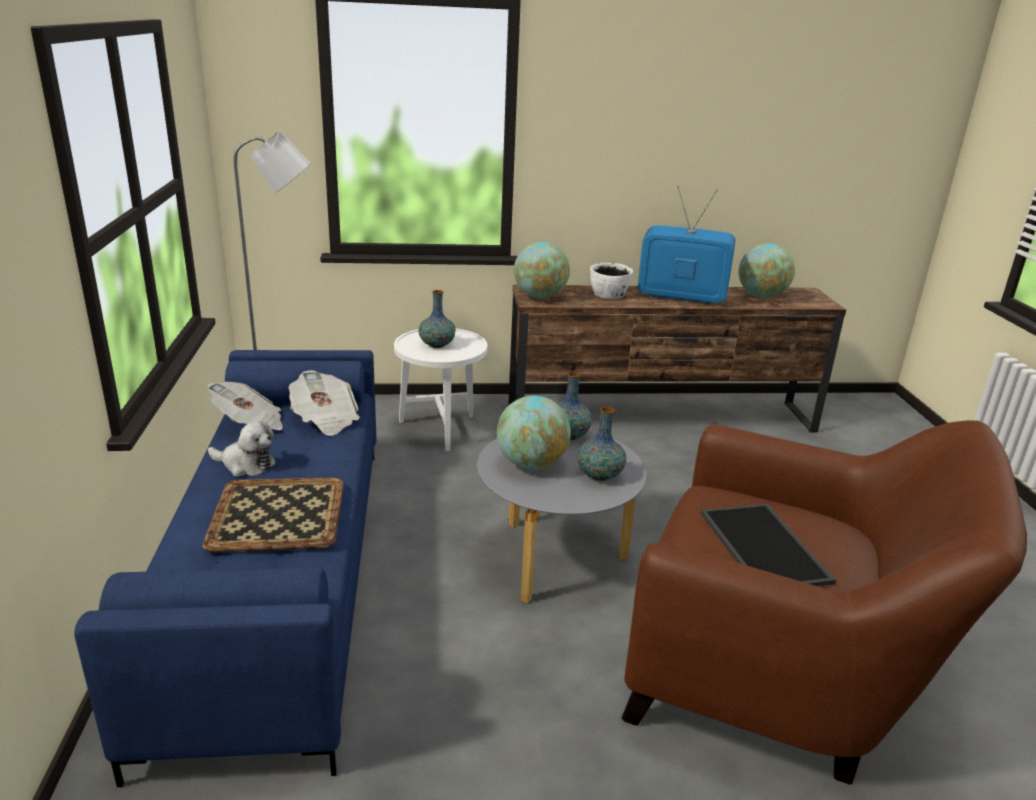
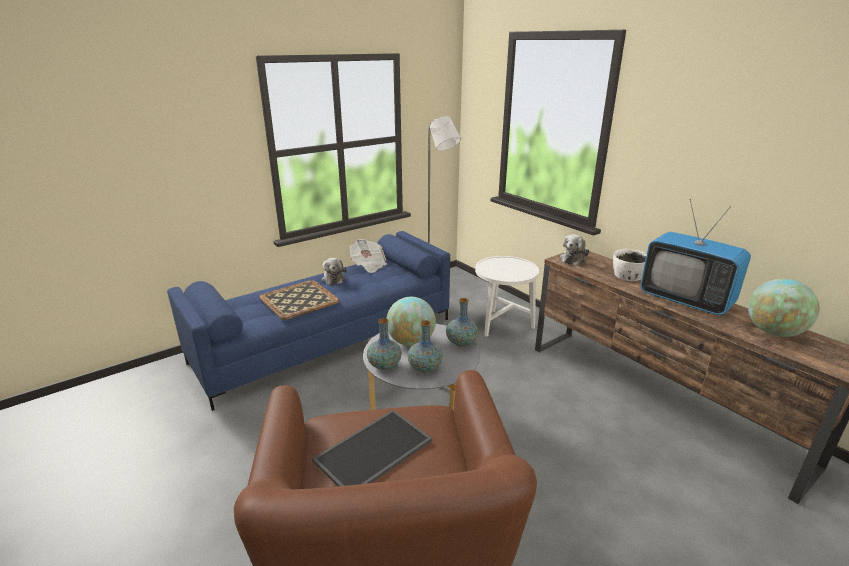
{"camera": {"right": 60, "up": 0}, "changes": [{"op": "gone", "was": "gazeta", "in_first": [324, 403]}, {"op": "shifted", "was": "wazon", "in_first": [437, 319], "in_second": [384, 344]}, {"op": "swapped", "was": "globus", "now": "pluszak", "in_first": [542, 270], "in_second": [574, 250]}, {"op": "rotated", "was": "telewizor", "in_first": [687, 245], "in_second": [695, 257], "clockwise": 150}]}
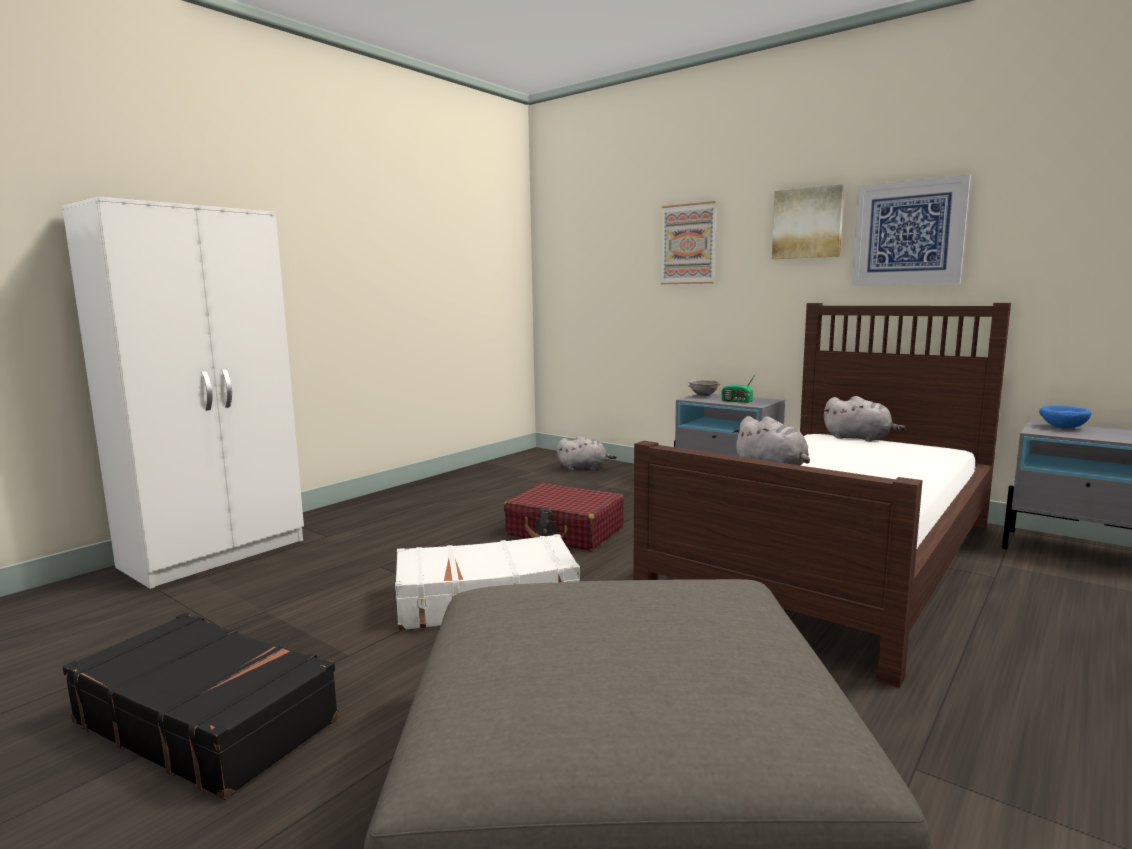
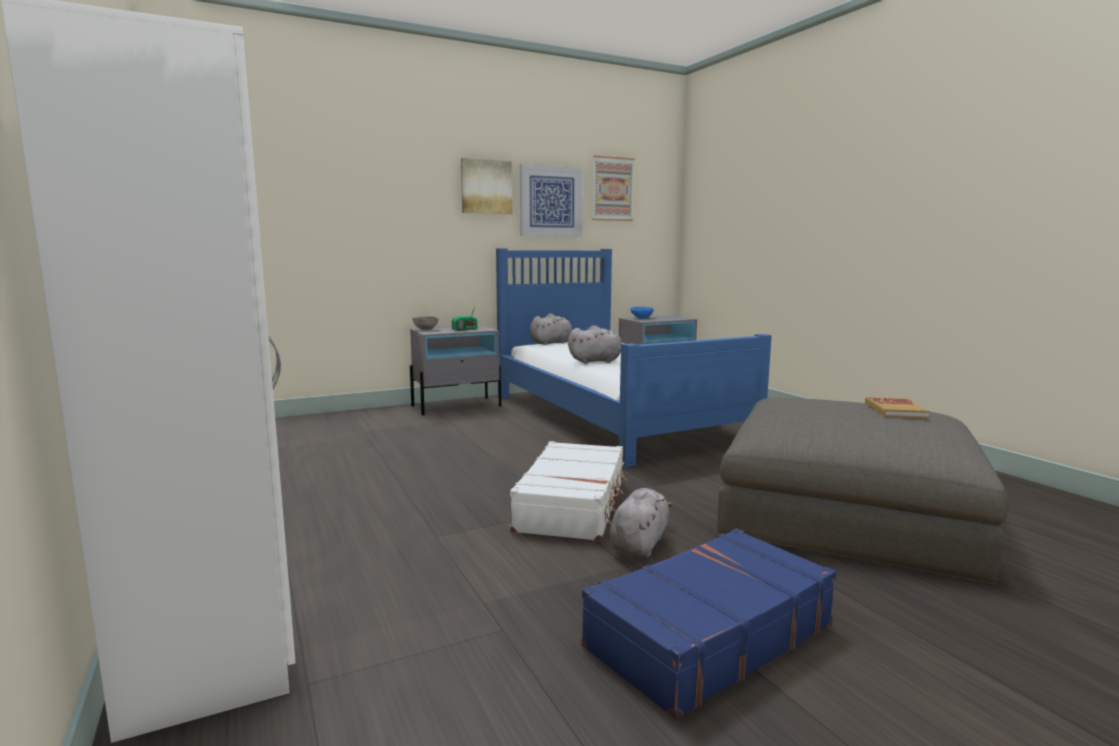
{"camera": {"right": -65, "up": 0}, "changes": [{"op": "gone", "was": "walizka [czerwony]", "in_first": [564, 517]}, {"op": "new", "now": "książka", "in_second": [897, 407]}, {"op": "shifted", "was": "pluszak [szary]", "in_first": [587, 453], "in_second": [641, 522]}, {"op": "shifted", "was": "obraz", "in_first": [689, 242], "in_second": [613, 188]}, {"op": "repainted", "was": "walizka [czarny]", "now": "walizka [niebieski]", "in_first": [201, 706], "in_second": [709, 624]}, {"op": "repainted", "was": "łóżko [brązowy]", "now": "łóżko [niebieski]", "in_first": [822, 495], "in_second": [634, 357]}]}
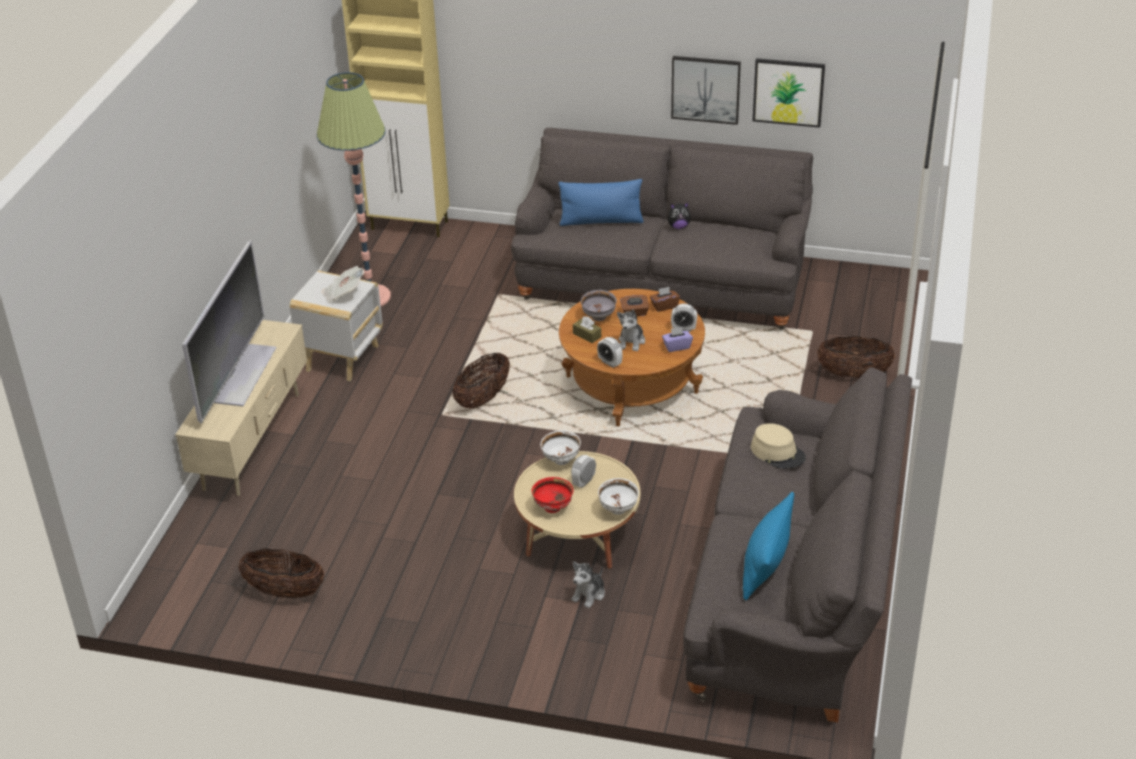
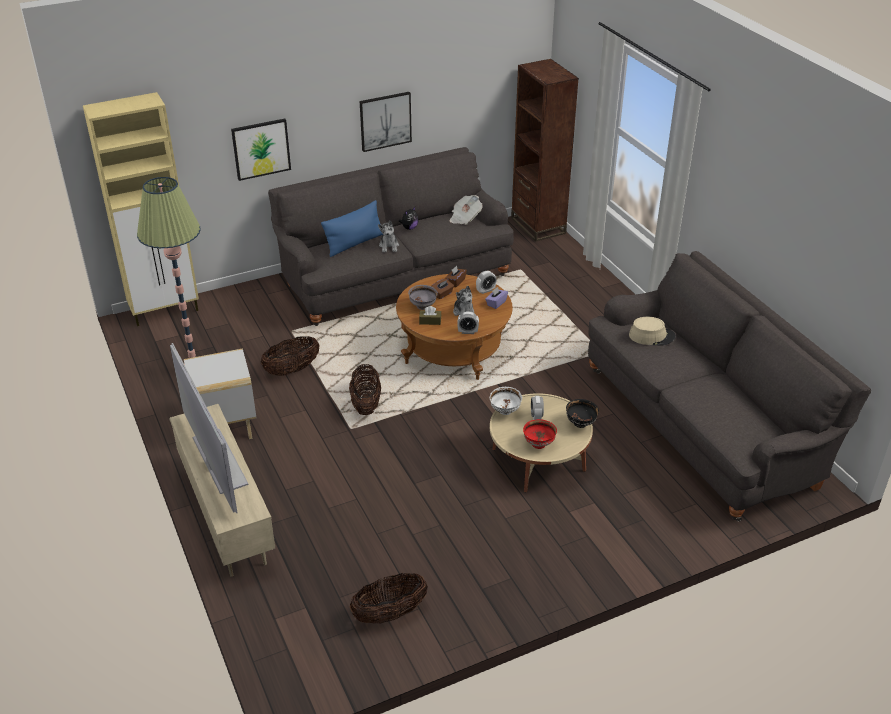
{"camera": {"right": -40, "up": 0}, "changes": [{"op": "gone", "was": "poduszka [niebieski]", "in_first": [768, 546]}, {"op": "new", "now": "regał [brązowy]", "in_second": [545, 150]}, {"op": "shifted", "was": "gazeta", "in_first": [343, 284], "in_second": [466, 210]}, {"op": "shifted", "was": "pluszak", "in_first": [588, 584], "in_second": [388, 236]}, {"op": "shifted", "was": "obraz", "in_first": [789, 93], "in_second": [261, 150]}, {"op": "shifted", "was": "koszyk", "in_first": [856, 357], "in_second": [290, 356]}, {"op": "repainted", "was": "miska [biały]", "now": "miska [czarny]", "in_first": [618, 496], "in_second": [582, 413]}]}
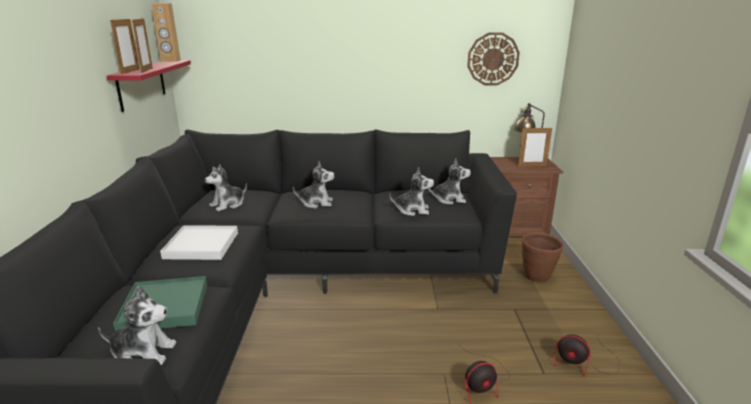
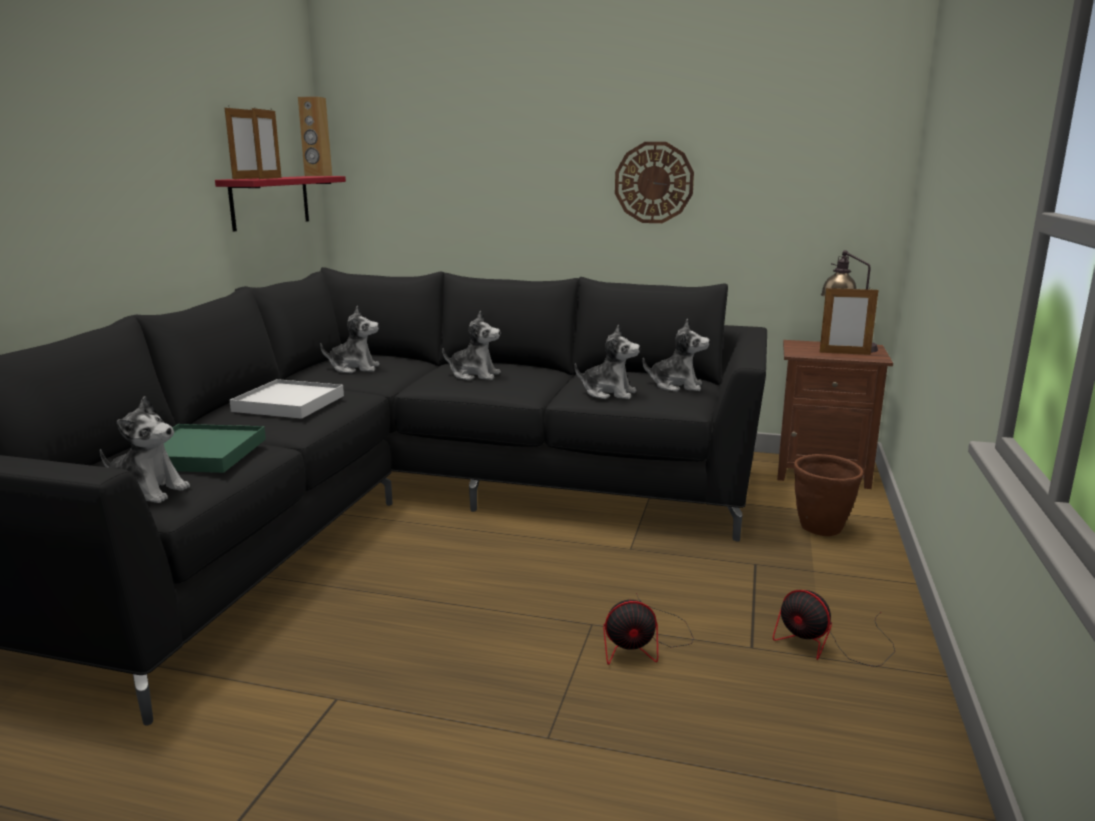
{"camera": {"right": 15, "up": -5}, "changes": [{"op": "shifted", "was": "zegar ścienny", "in_first": [493, 58], "in_second": [654, 182]}, {"op": "rotated", "was": "pluszak", "in_first": [225, 187], "in_second": [350, 339], "clockwise": -150}]}
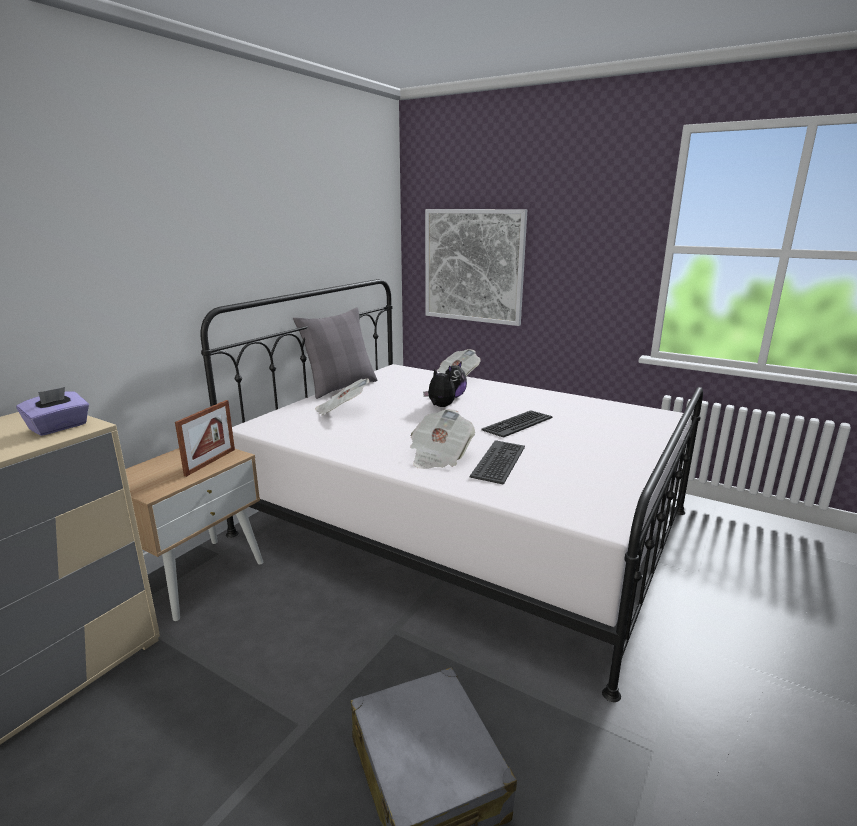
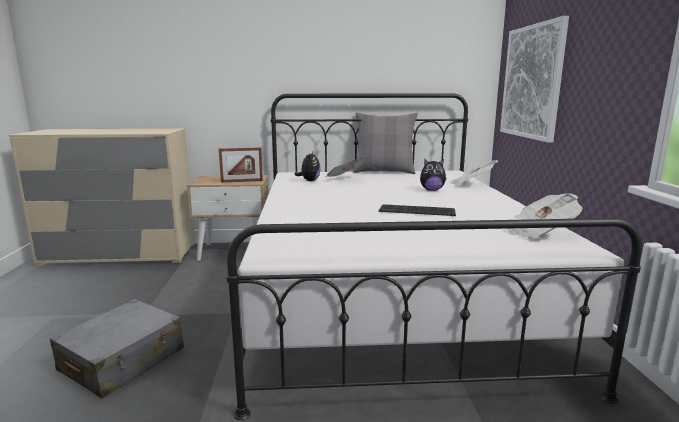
{"camera": {"right": 55, "up": -5}, "changes": [{"op": "gone", "was": "pudełko chusteczek [fioletowy]", "in_first": [52, 411]}, {"op": "gone", "was": "klawiatura", "in_first": [497, 462]}, {"op": "shifted", "was": "gazeta", "in_first": [442, 439], "in_second": [543, 215]}, {"op": "shifted", "was": "pluszak", "in_first": [439, 387], "in_second": [307, 166]}]}
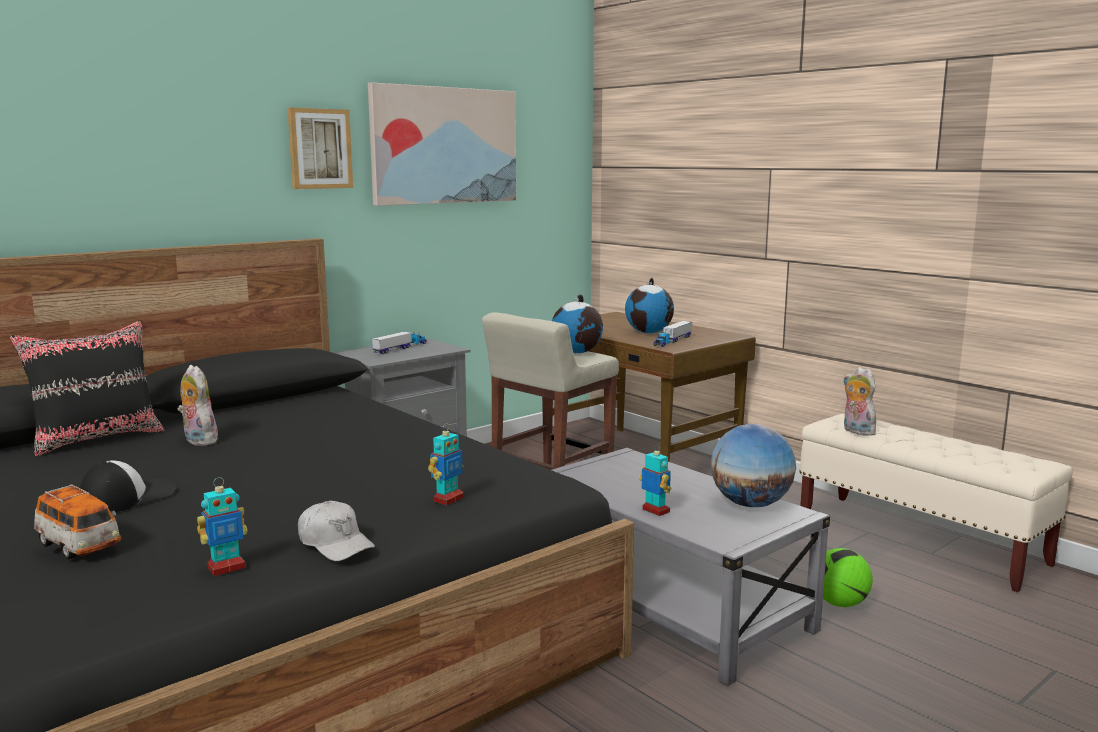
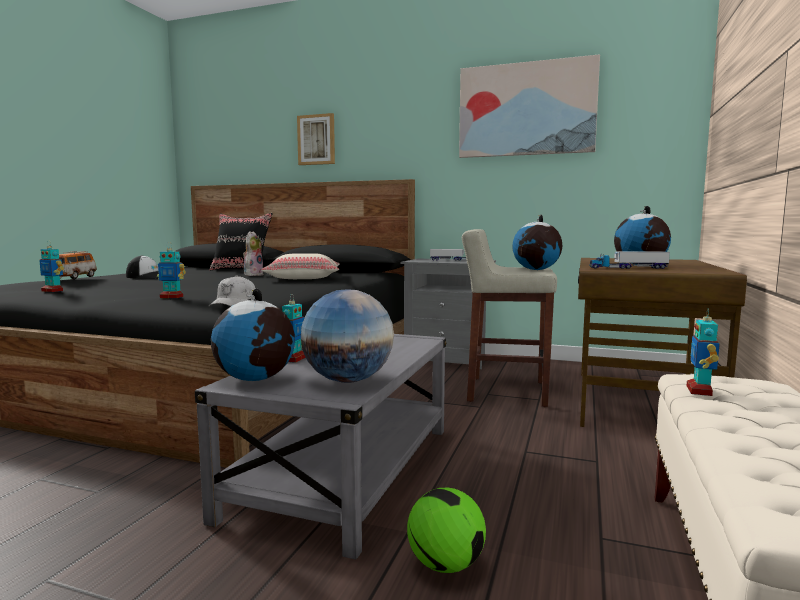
{"camera": {"right": 60, "up": -5}, "changes": [{"op": "new", "now": "globus", "in_second": [253, 335]}, {"op": "new", "now": "poduszka [beżowy]", "in_second": [300, 266]}, {"op": "shifted", "was": "obraz", "in_first": [320, 148], "in_second": [316, 139]}, {"op": "shifted", "was": "czapka z daszkiem [biały]", "in_first": [336, 531], "in_second": [232, 290]}, {"op": "swapped", "was": "pluszak", "now": "robot zabawkowy", "in_first": [859, 401], "in_second": [703, 352]}]}
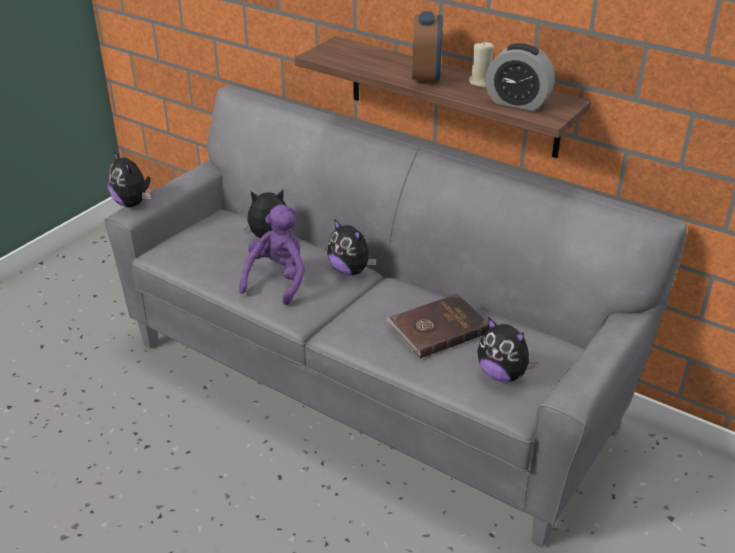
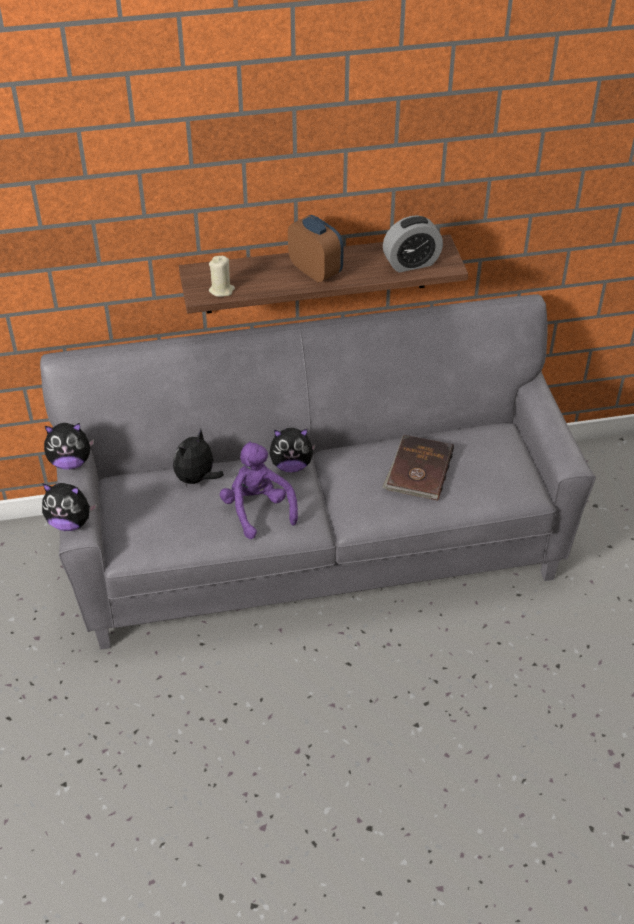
{"camera": {"right": -45, "up": 10}, "changes": [{"op": "shifted", "was": "świeca [beżowy]", "in_first": [481, 64], "in_second": [222, 276]}, {"op": "shifted", "was": "pluszak", "in_first": [507, 349], "in_second": [69, 446]}]}
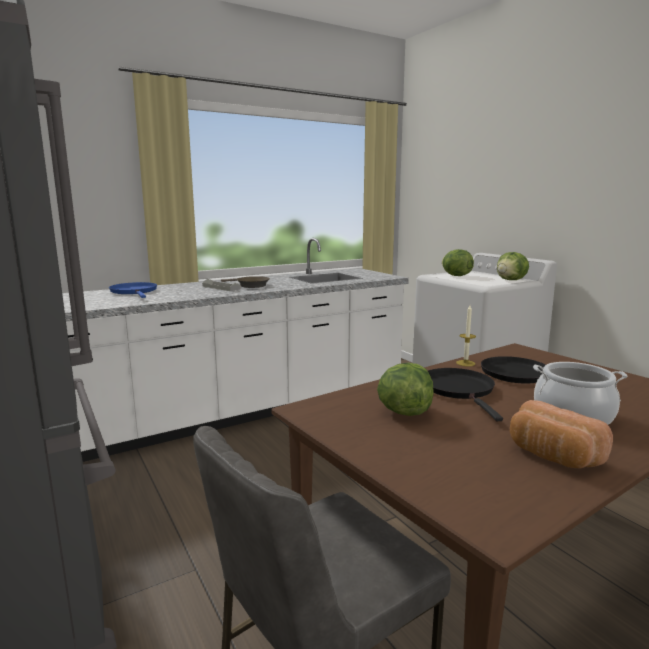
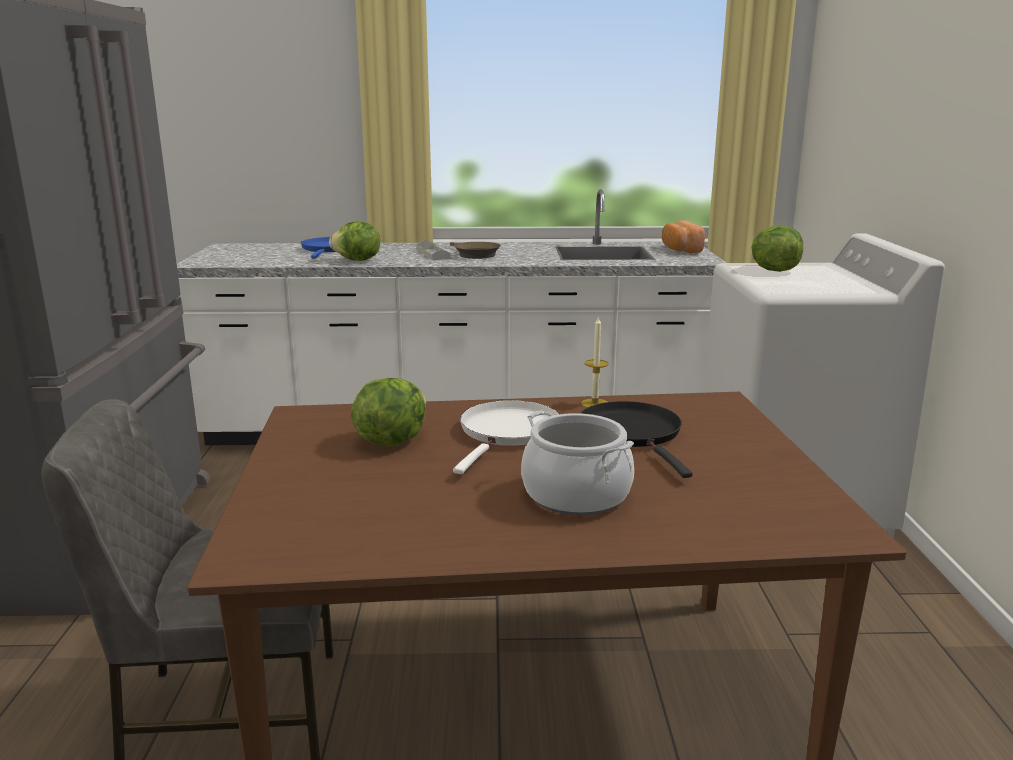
{"camera": {"right": 30, "up": 5}, "changes": [{"op": "shifted", "was": "sałata", "in_first": [513, 266], "in_second": [354, 241]}, {"op": "shifted", "was": "chleb", "in_first": [561, 434], "in_second": [683, 236]}, {"op": "repainted", "was": "patelnia [czarny]", "now": "patelnia [biały]", "in_first": [465, 394], "in_second": [506, 437]}]}
